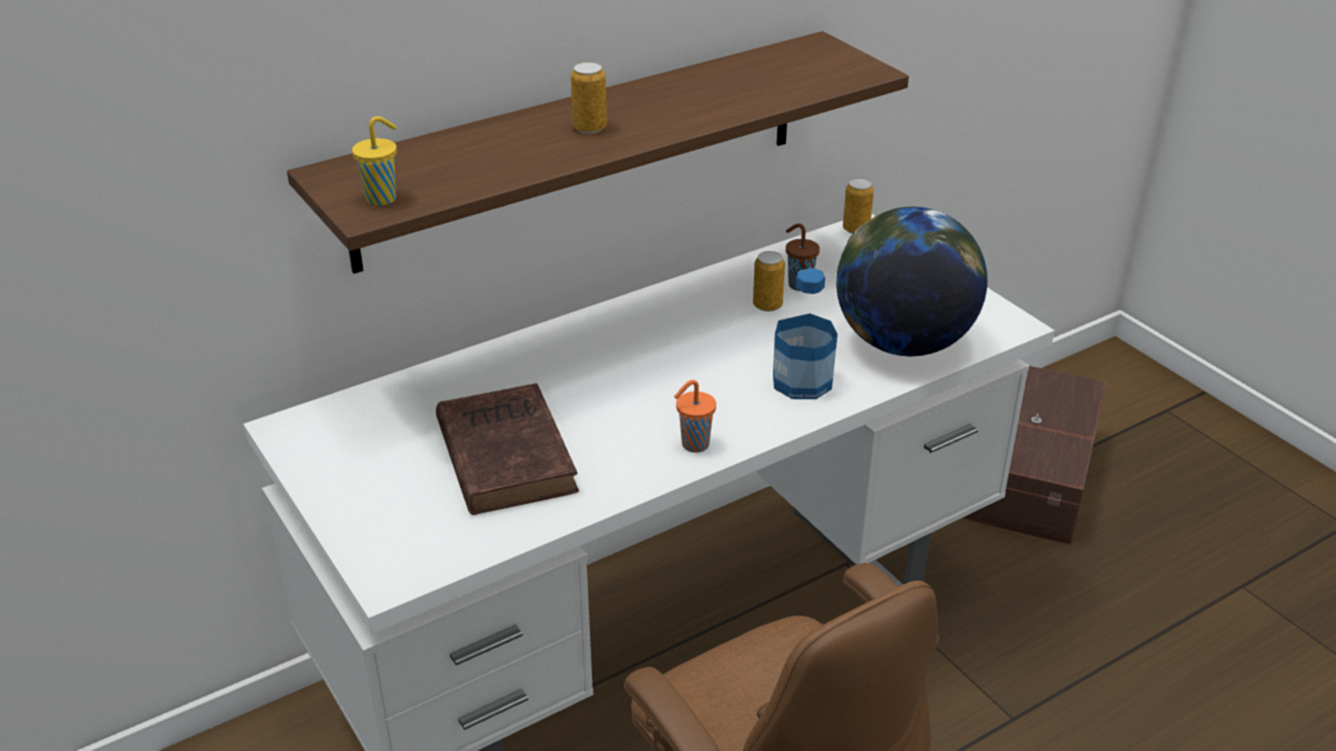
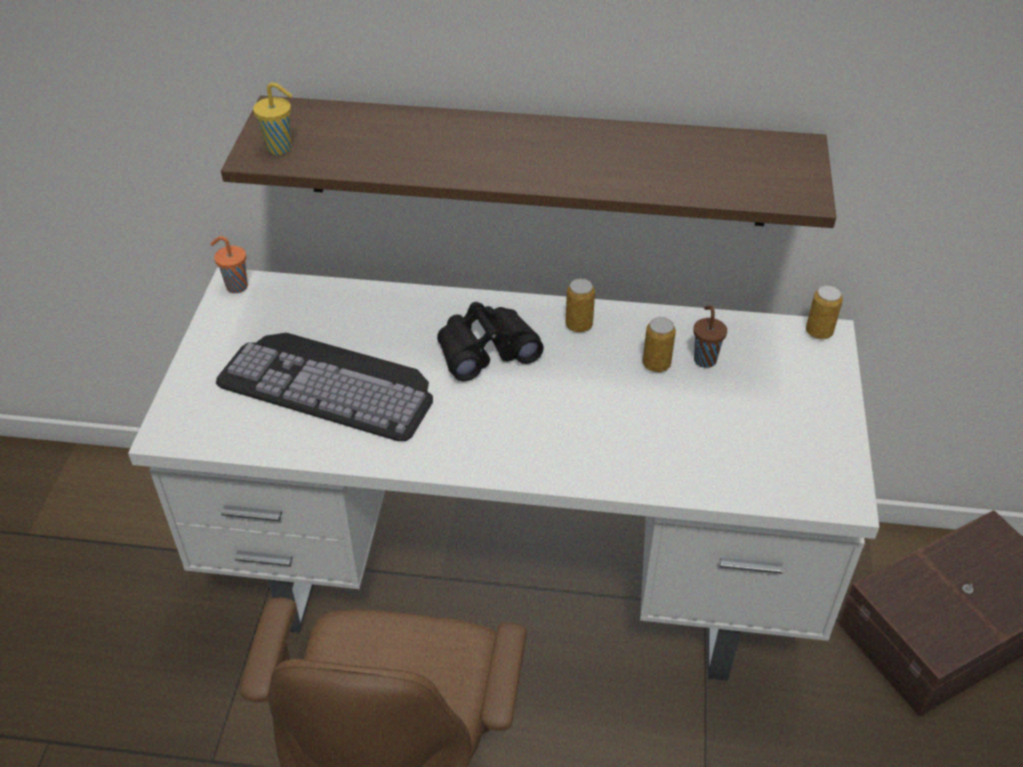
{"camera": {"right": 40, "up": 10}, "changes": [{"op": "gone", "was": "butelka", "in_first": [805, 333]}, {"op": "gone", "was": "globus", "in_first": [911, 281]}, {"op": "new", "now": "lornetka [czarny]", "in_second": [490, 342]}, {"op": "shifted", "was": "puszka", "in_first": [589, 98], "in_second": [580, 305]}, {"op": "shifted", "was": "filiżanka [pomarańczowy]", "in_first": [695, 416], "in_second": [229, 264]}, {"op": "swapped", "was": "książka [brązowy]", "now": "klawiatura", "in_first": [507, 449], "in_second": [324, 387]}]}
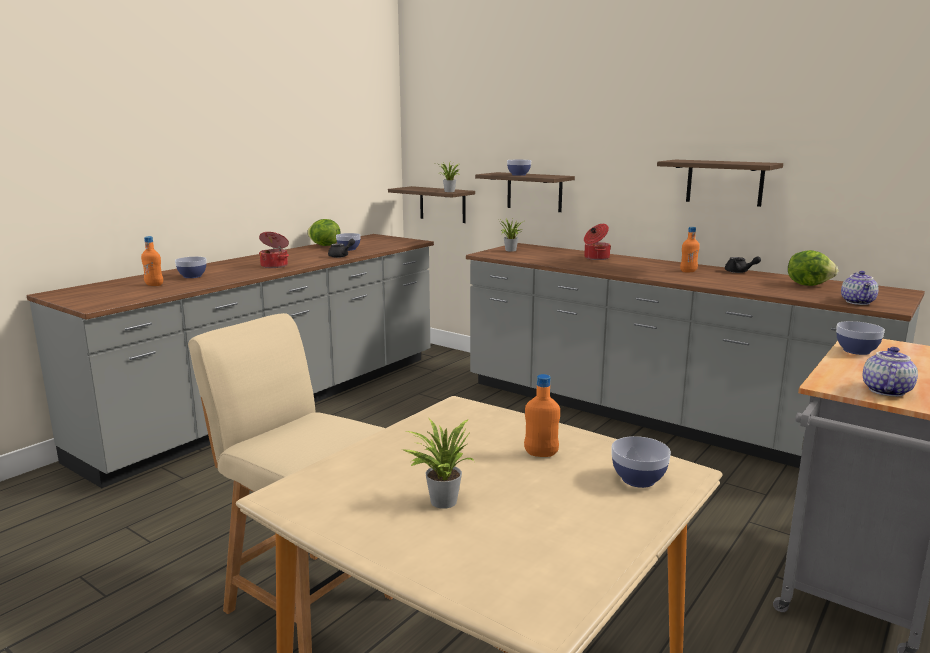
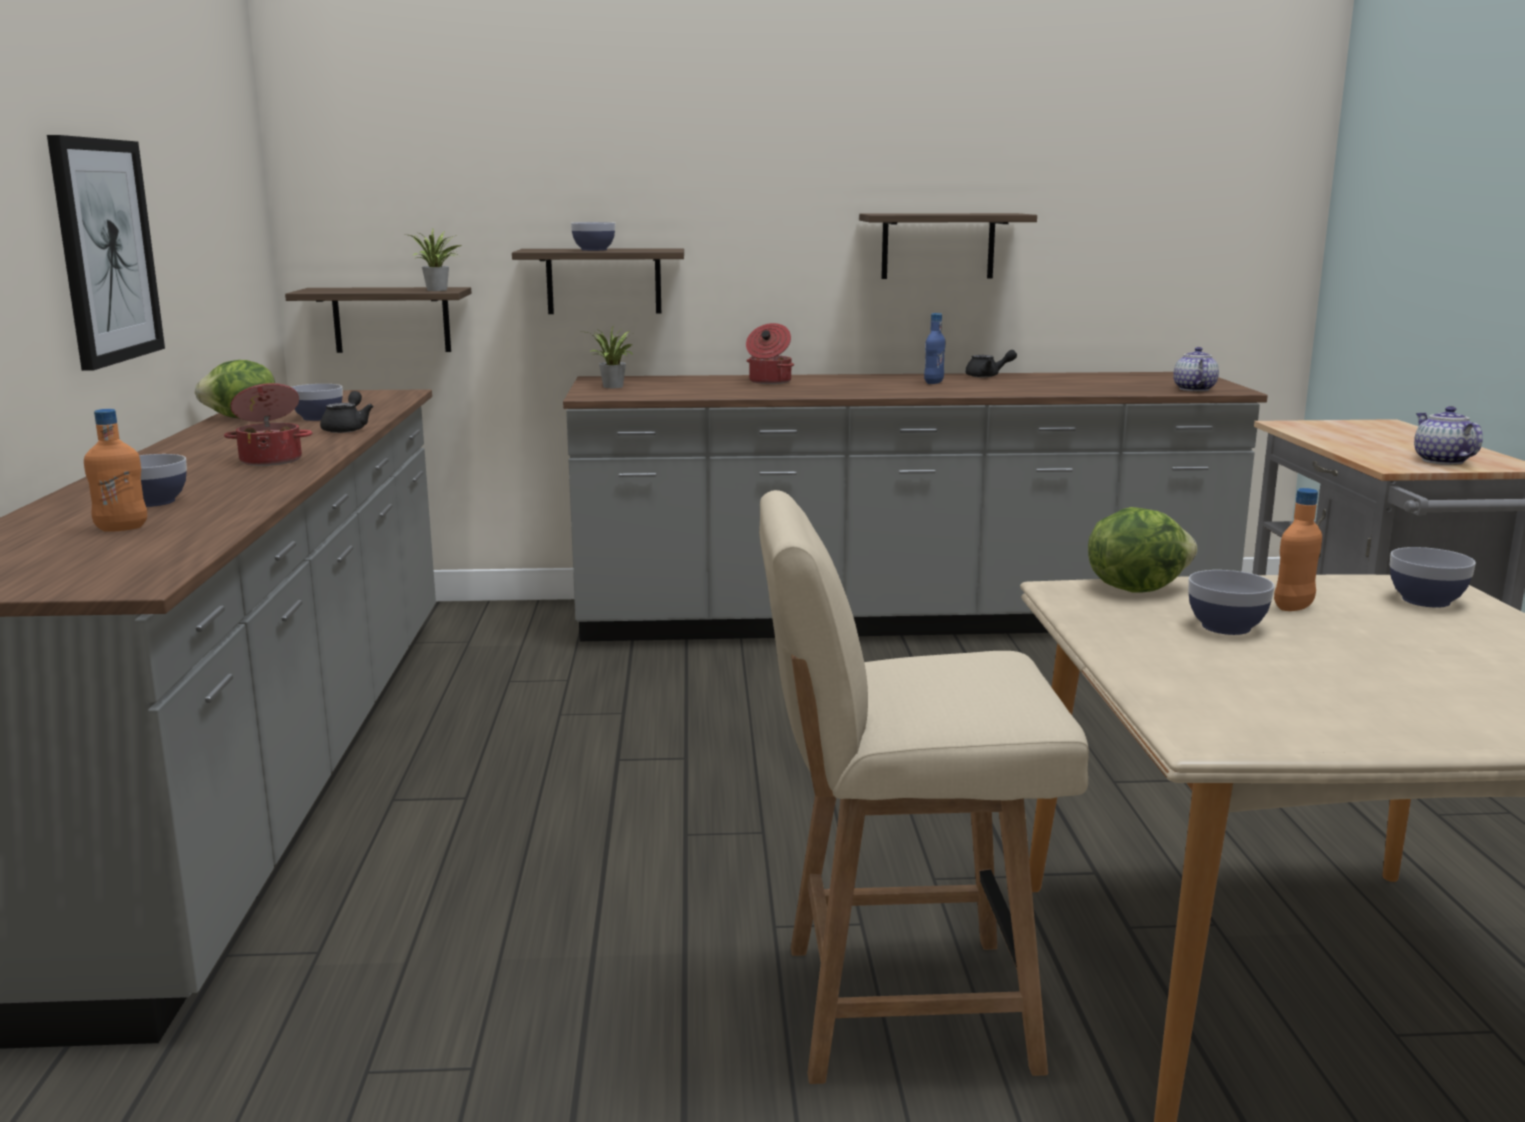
{"camera": {"right": -40, "up": 0}, "changes": [{"op": "gone", "was": "roślina doniczkowa", "in_first": [439, 464]}, {"op": "new", "now": "obraz", "in_second": [106, 253]}, {"op": "shifted", "was": "sałata", "in_first": [813, 268], "in_second": [1142, 550]}, {"op": "shifted", "was": "miska", "in_first": [860, 338], "in_second": [1231, 602]}, {"op": "repainted", "was": "butelka [pomarańczowy]", "now": "butelka [niebieski]", "in_first": [690, 249], "in_second": [934, 348]}, {"op": "rotated", "was": "imbryk", "in_first": [860, 288], "in_second": [1196, 369], "clockwise": -150}]}
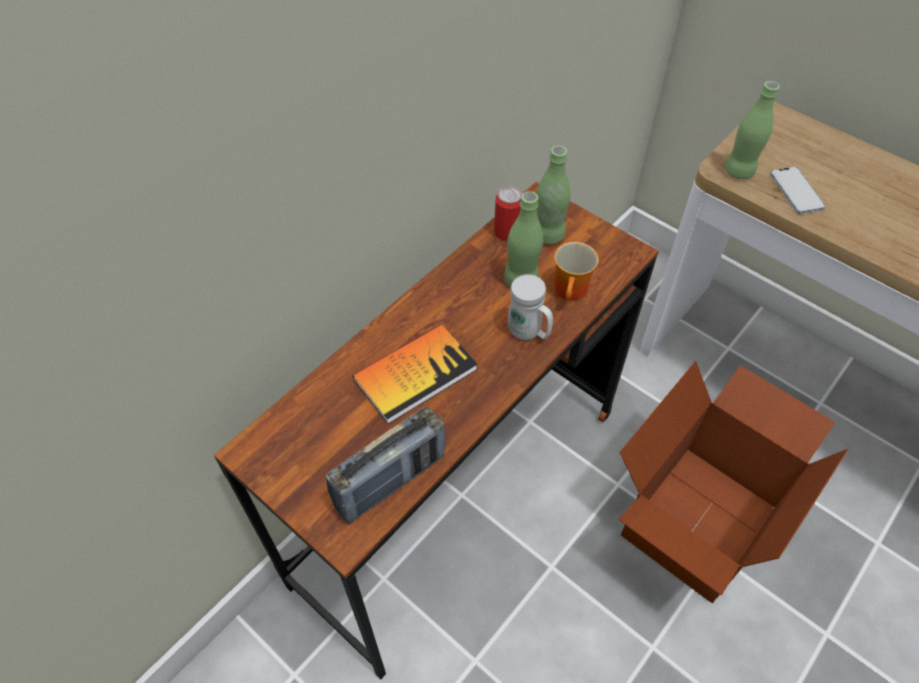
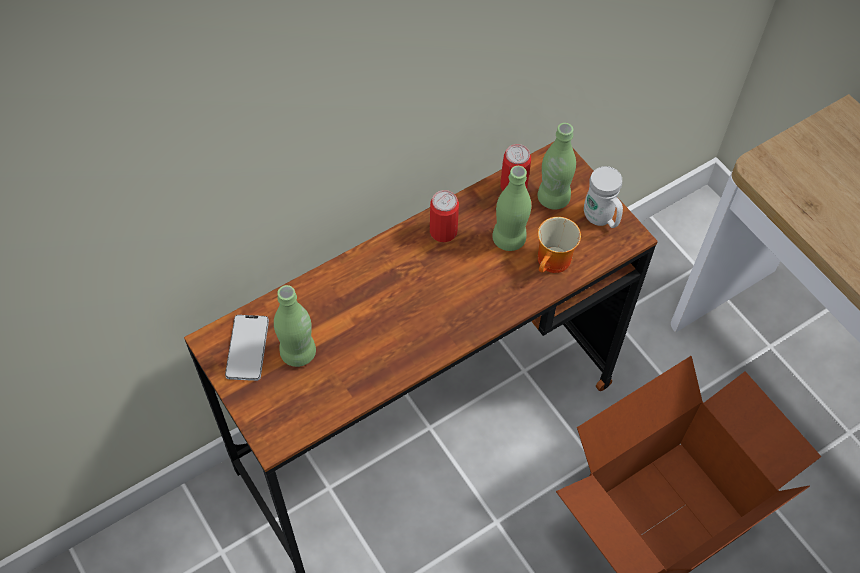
{"camera": {"right": 15, "up": 5}, "changes": [{"op": "gone", "was": "radio", "in_first": [385, 465]}, {"op": "gone", "was": "książka", "in_first": [415, 374]}, {"op": "new", "now": "puszka", "in_second": [444, 216]}, {"op": "shifted", "was": "kubek [biały]", "in_first": [530, 307], "in_second": [603, 197]}, {"op": "shifted", "was": "butelka [zielony]", "in_first": [752, 130], "in_second": [295, 326]}, {"op": "shifted", "was": "telefon", "in_first": [798, 190], "in_second": [247, 348]}]}
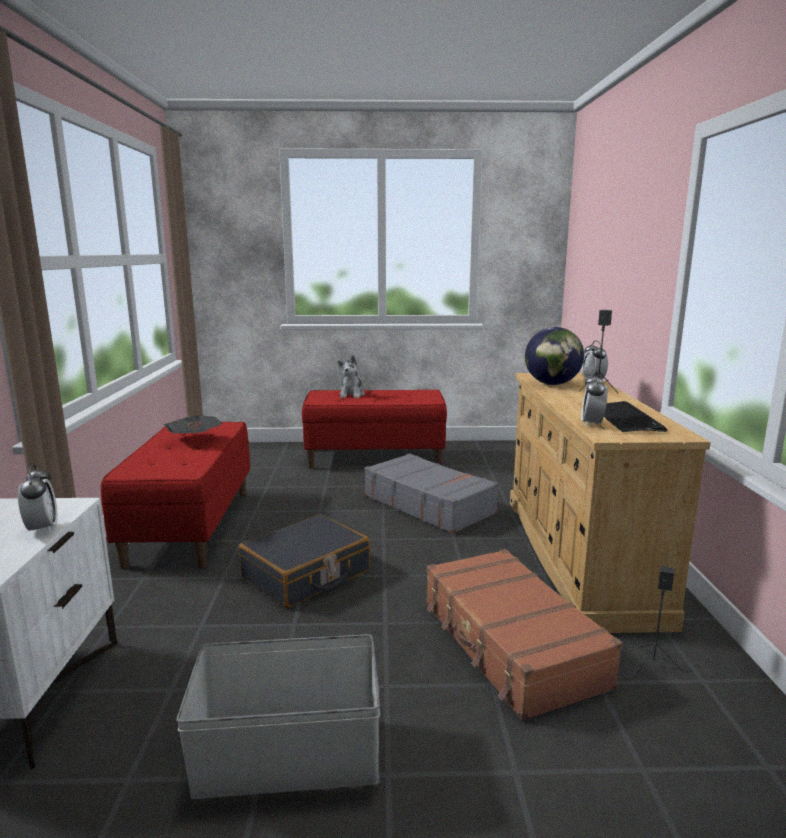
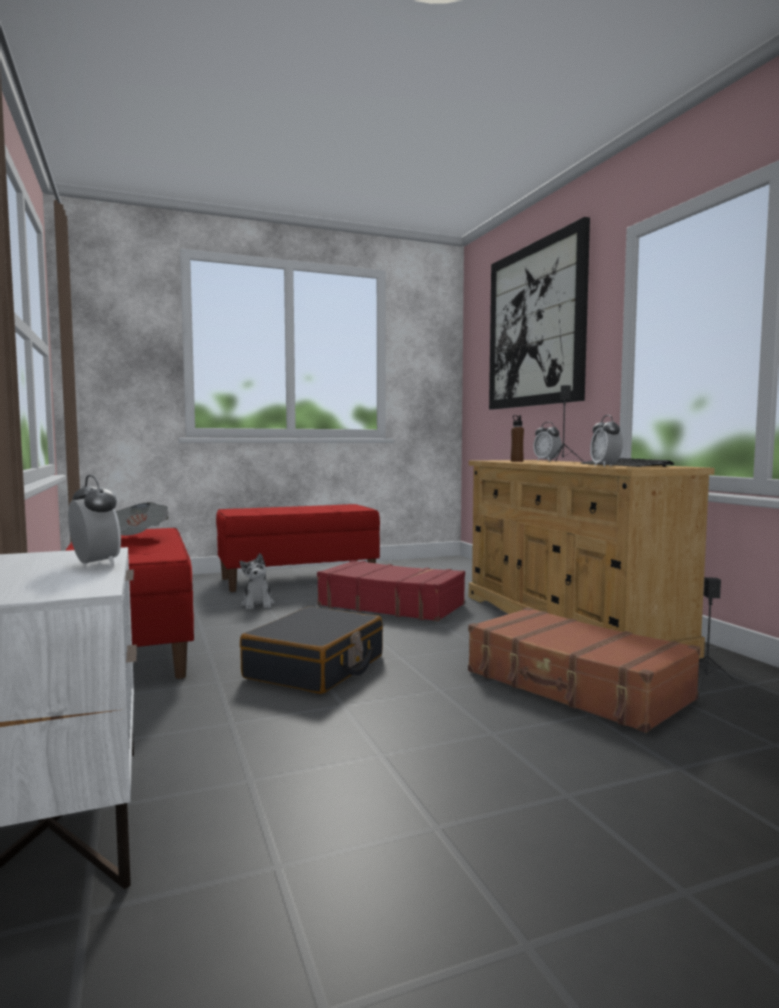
{"camera": {"right": -20, "up": -10}, "changes": [{"op": "gone", "was": "pojemnik do przechowywania [szary]", "in_first": [278, 716]}, {"op": "new", "now": "obraz", "in_second": [539, 313]}, {"op": "shifted", "was": "pluszak", "in_first": [351, 376], "in_second": [257, 581]}, {"op": "swapped", "was": "globus", "now": "butelka [brązowy]", "in_first": [554, 356], "in_second": [517, 438]}, {"op": "repainted", "was": "walizka [szary]", "now": "walizka [czerwony]", "in_first": [431, 493], "in_second": [391, 590]}]}
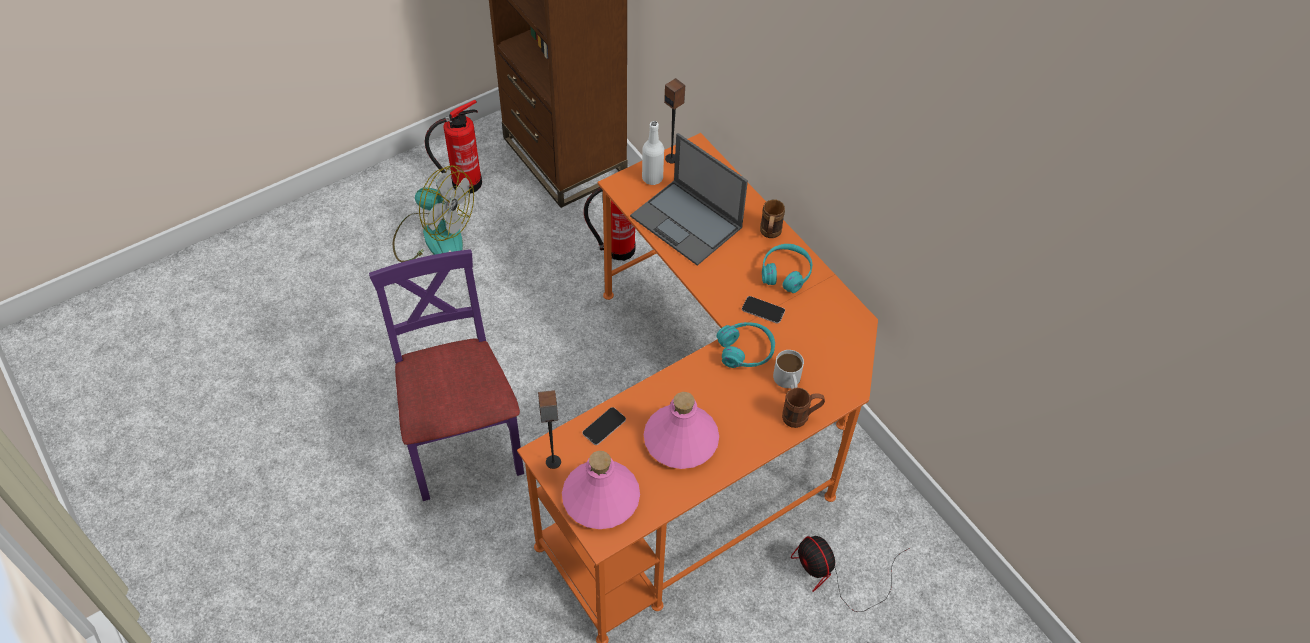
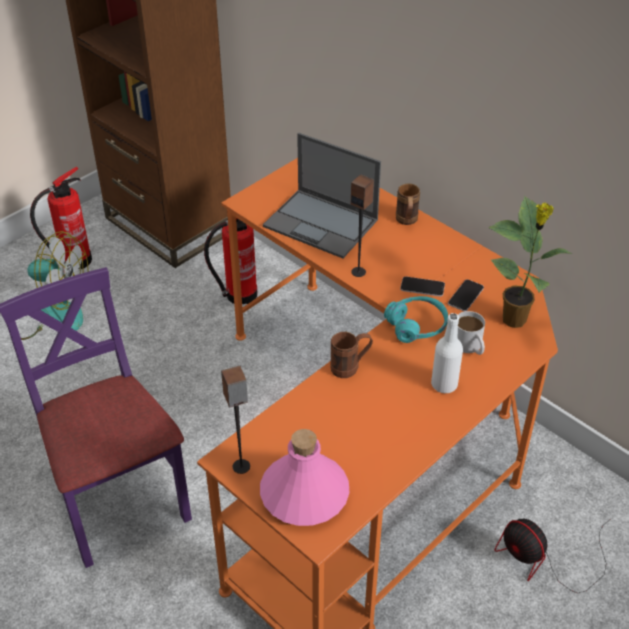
{"camera": {"right": -10, "up": -10}, "changes": [{"op": "gone", "was": "butelka [różowy]", "in_first": [681, 430]}, {"op": "gone", "was": "słuchawki [turkusowy]", "in_first": [787, 268]}, {"op": "new", "now": "roślina doniczkowa", "in_second": [530, 262]}, {"op": "shifted", "was": "telefon", "in_first": [604, 426], "in_second": [466, 295]}, {"op": "shifted", "was": "butelka [biały]", "in_first": [653, 153], "in_second": [447, 353]}, {"op": "shifted", "was": "głośnik", "in_first": [674, 120], "in_second": [362, 225]}, {"op": "shifted", "was": "kubek [brązowy]", "in_first": [803, 407], "in_second": [351, 355]}]}
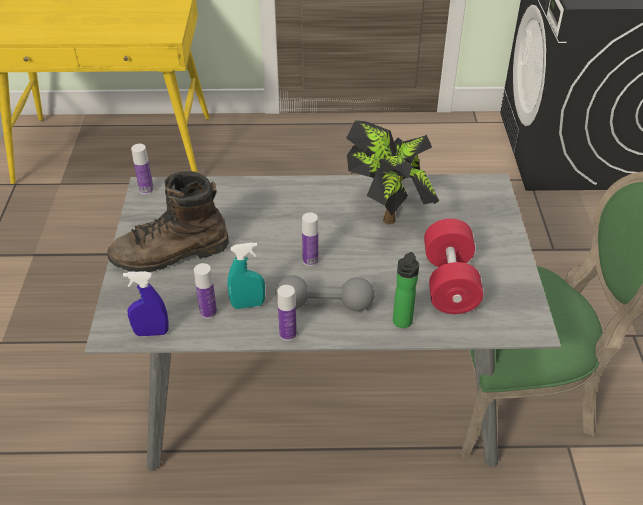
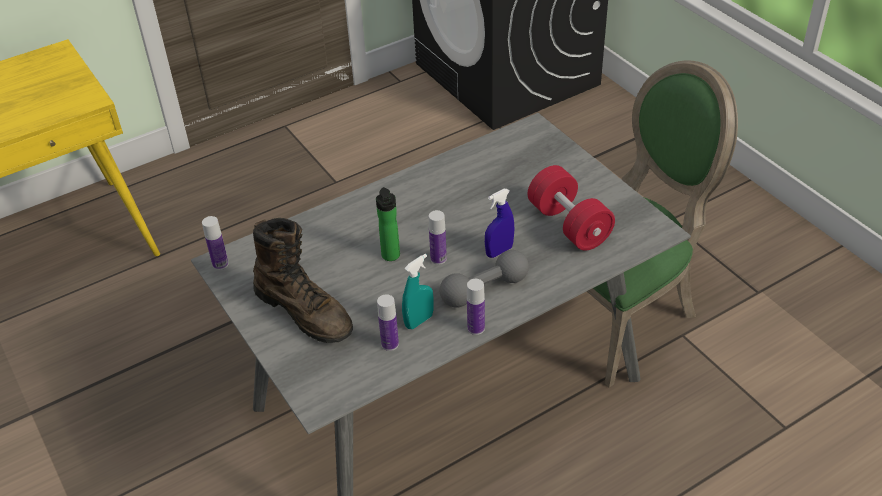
{"camera": {"right": -30, "up": 0}, "changes": [{"op": "gone", "was": "roślina doniczkowa", "in_first": [392, 172]}, {"op": "shifted", "was": "spryskiwacz [niebieski]", "in_first": [146, 303], "in_second": [499, 223]}, {"op": "shifted", "was": "butelka", "in_first": [406, 290], "in_second": [388, 224]}, {"op": "rotated", "was": "but z cholewką [brązowy]", "in_first": [168, 221], "in_second": [303, 280], "clockwise": -90}]}
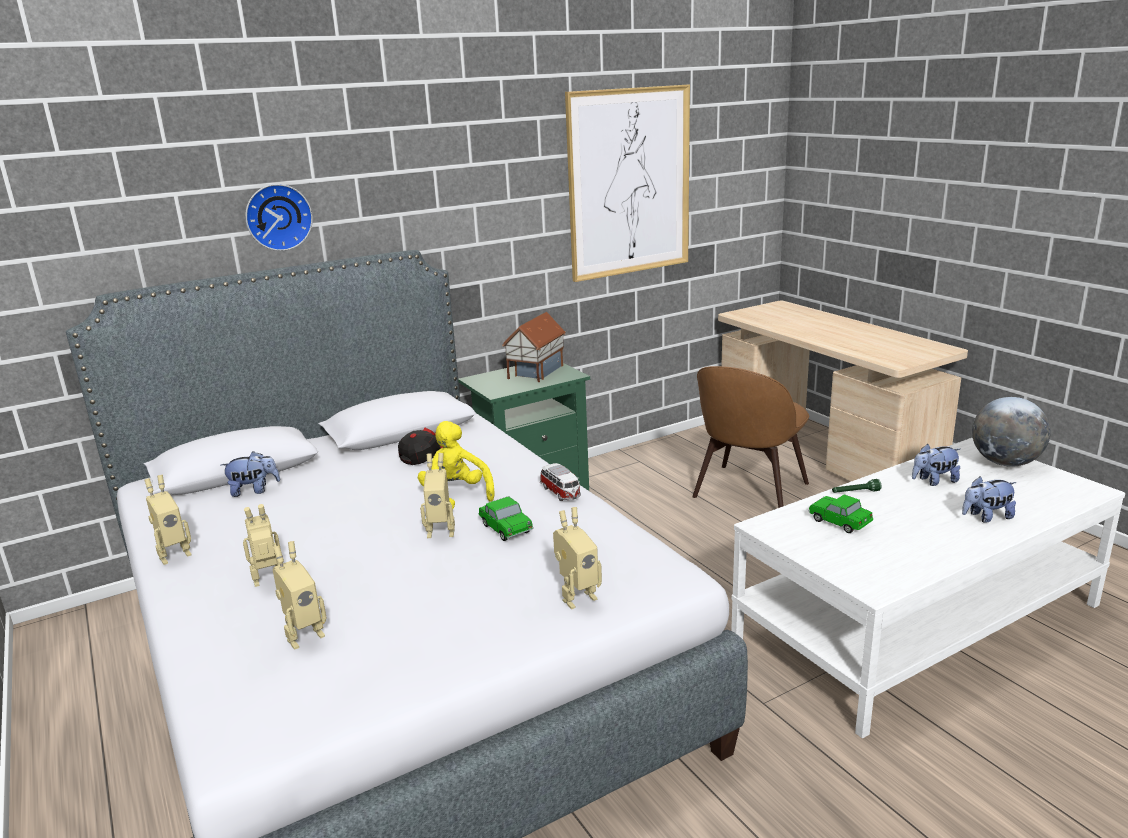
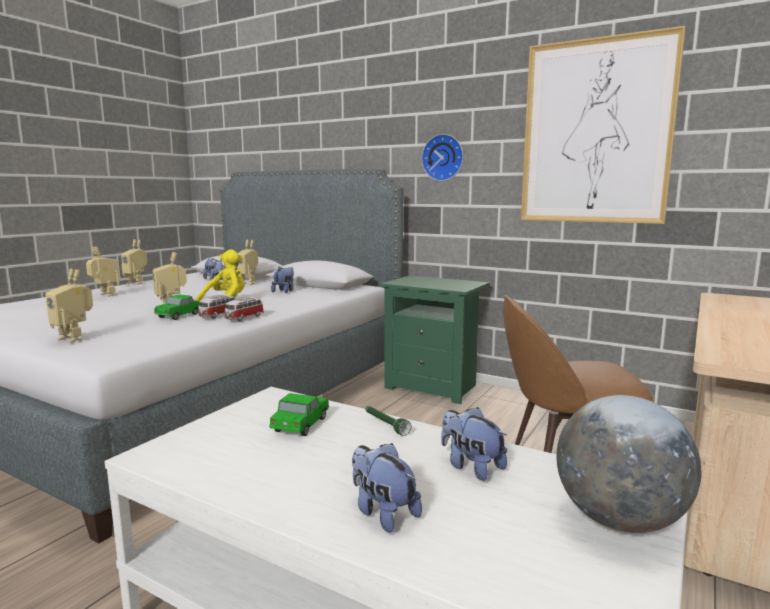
{"camera": {"right": 60, "up": -10}, "changes": [{"op": "gone", "was": "domek", "in_first": [534, 347]}, {"op": "new", "now": "samochodzik", "in_second": [216, 307]}, {"op": "shifted", "was": "zegar ścienny", "in_first": [279, 217], "in_second": [442, 157]}, {"op": "shifted", "was": "robot zabawkowy", "in_first": [299, 595], "in_second": [247, 262]}, {"op": "swapped", "was": "czapka z daszkiem", "now": "pluszak", "in_first": [420, 446], "in_second": [282, 279]}]}
